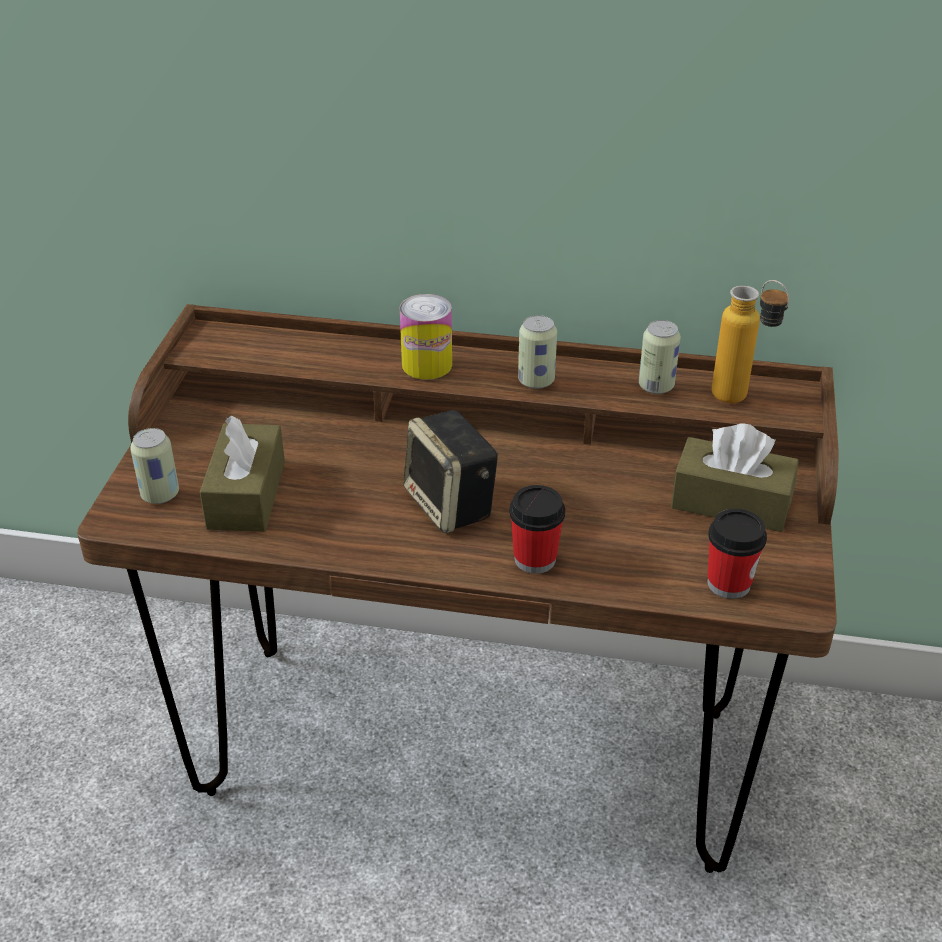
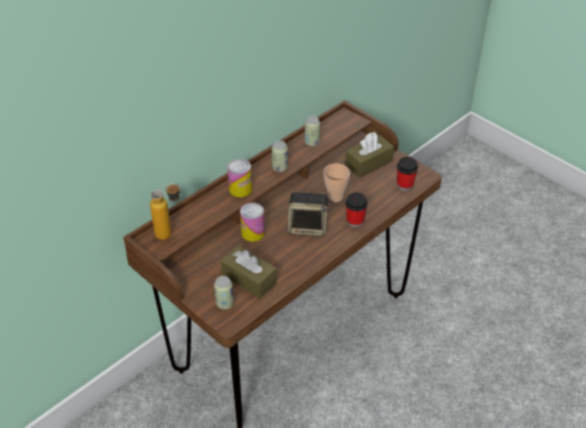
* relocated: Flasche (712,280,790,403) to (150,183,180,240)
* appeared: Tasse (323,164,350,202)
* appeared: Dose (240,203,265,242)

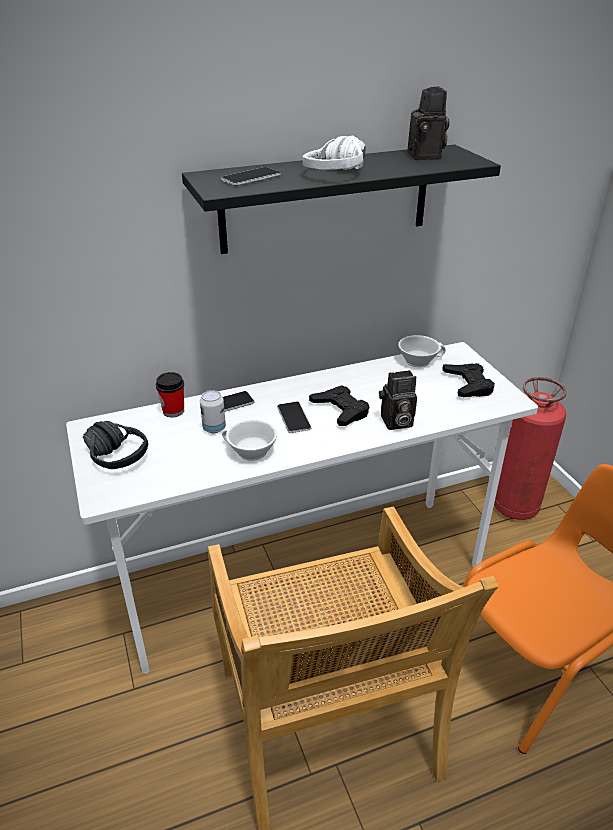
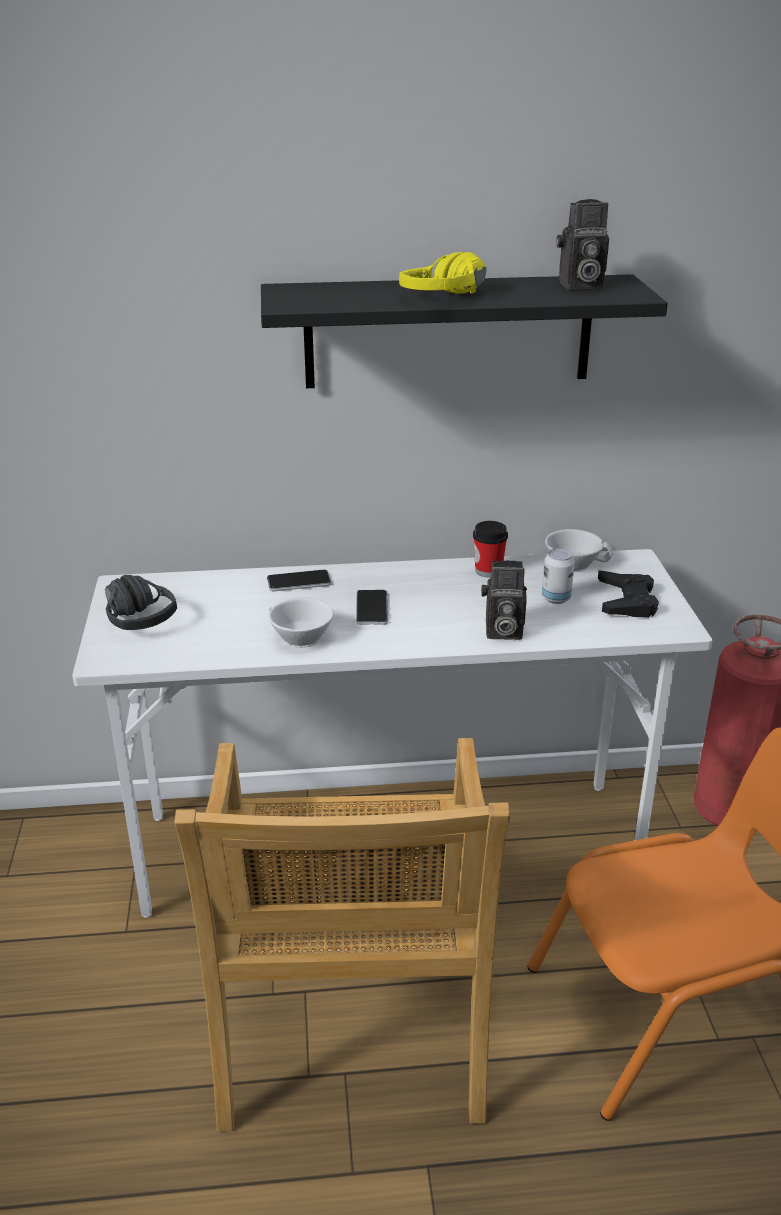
* spun: Kamera (408,86,450,160) = (557,199,609,290) 75 degrees clockwise
* colour: Kopfhörer (weiß) (303,136,365,170) to Kopfhörer (gelb) (399,252,487,294)
* missing: Handy (221,167,281,186)
* relocated: Tasse (156,372,184,418) to (473,521,508,577)
* missing: Gamepad (schwarz) (309,385,369,426)
* relocated: Dose (200,390,226,433) to (542,548,575,604)

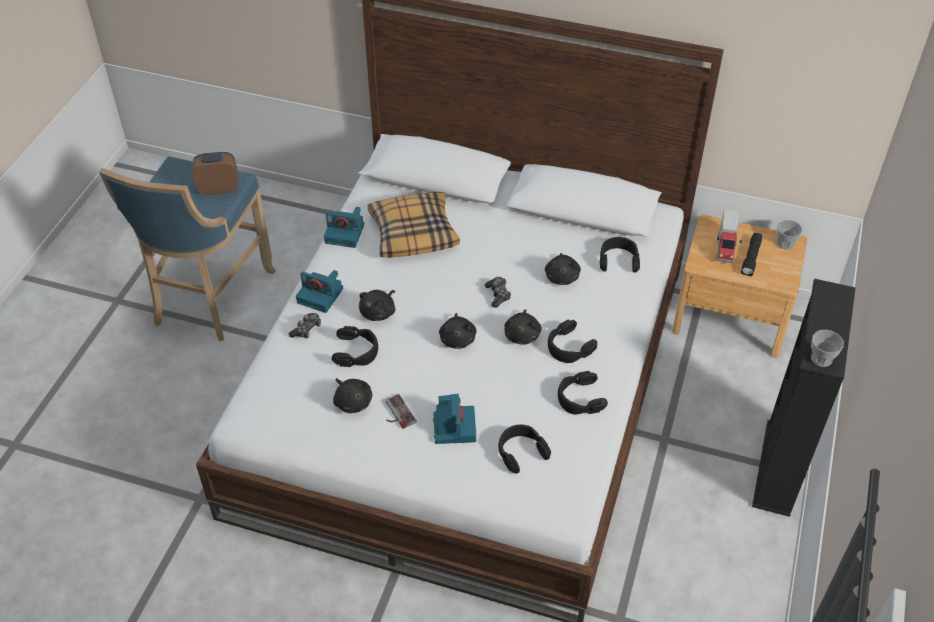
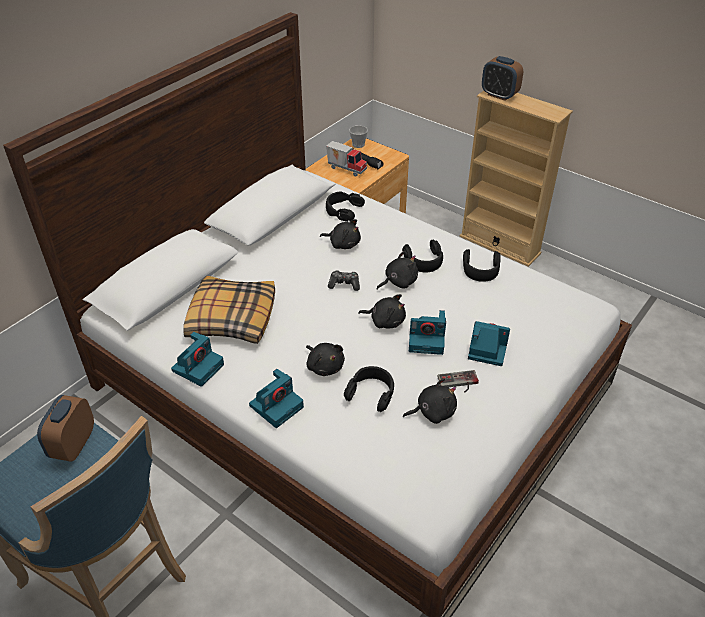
* colour: Bücherregal (schwarz) (752,279,856,517) to Bücherregal (beige) (459,91,573,267)
* spun: Plüschtier (schwarz) (504,309,542,345) = (376,251,418,290) 60 degrees counterclockwise
* missing: Gamepad (289,313,321,338)
* missing: Tasse (811,329,844,367)
* missing: Kopfhörer (schwarz) (498,425,551,474)
* appeared: Wecker (482,56,523,101)
* appeared: Kamera (409,310,446,355)

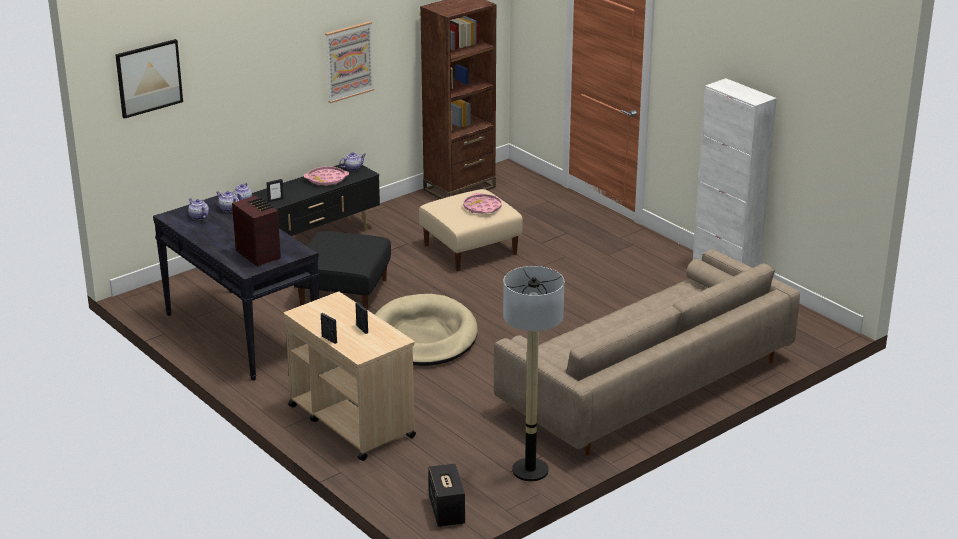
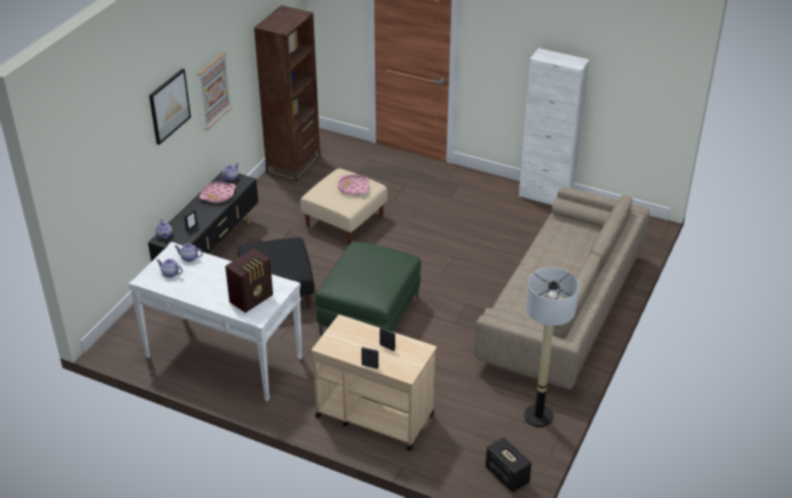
* relocated: Bild (115,39,183,119) to (149,69,191,145)
* colour: Konsolentisch (schwarz) (153,193,319,381) to Konsolentisch (weiß) (129,242,303,402)
* spun: Radio (232,196,281,266) = (225,249,273,313) 105 degrees clockwise
* exchanged: Hundebett (beige) (375,294,478,366) to Polsterhocker (grün) (316,241,421,335)

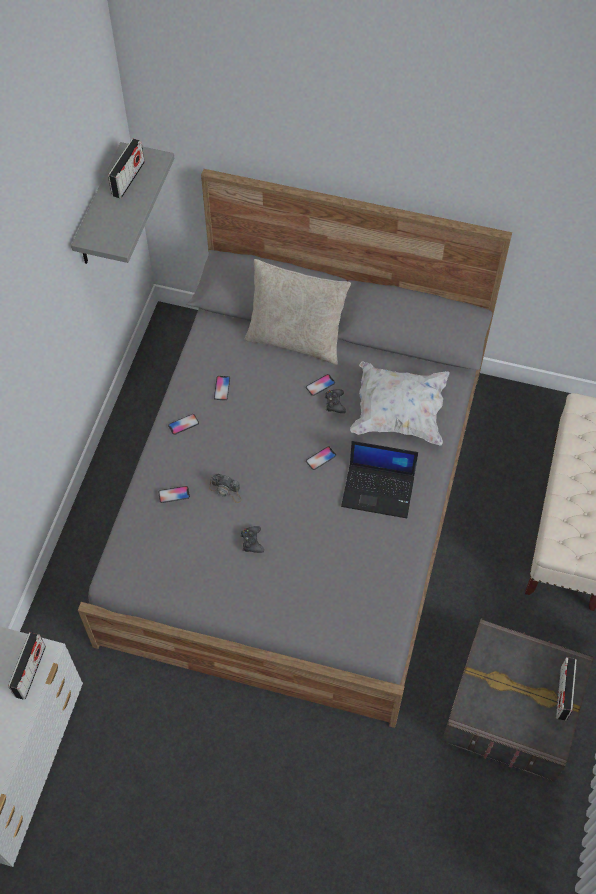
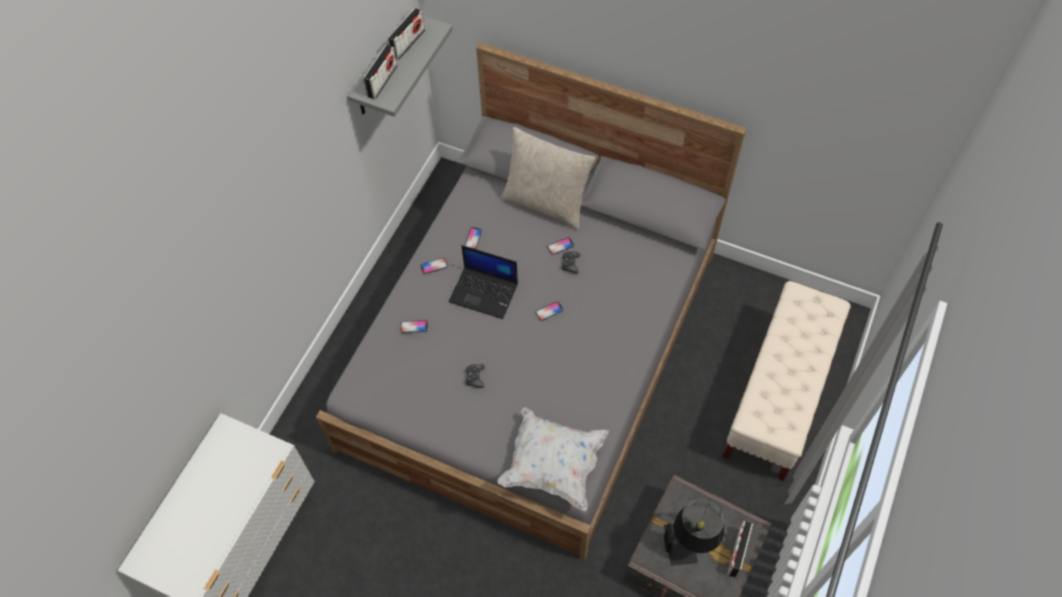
* relocated: Kissen (weiß) (350,361,449,446) to (497,408,609,511)
* relocated: Laptop (341,441,418,518) to (449,245,518,319)
* missing: Kamera (209,473,242,503)
* relocated: Radio (8,632,46,700) to (363,45,397,99)
* appeared: Tischlampe (schwarz) (664,498,725,566)

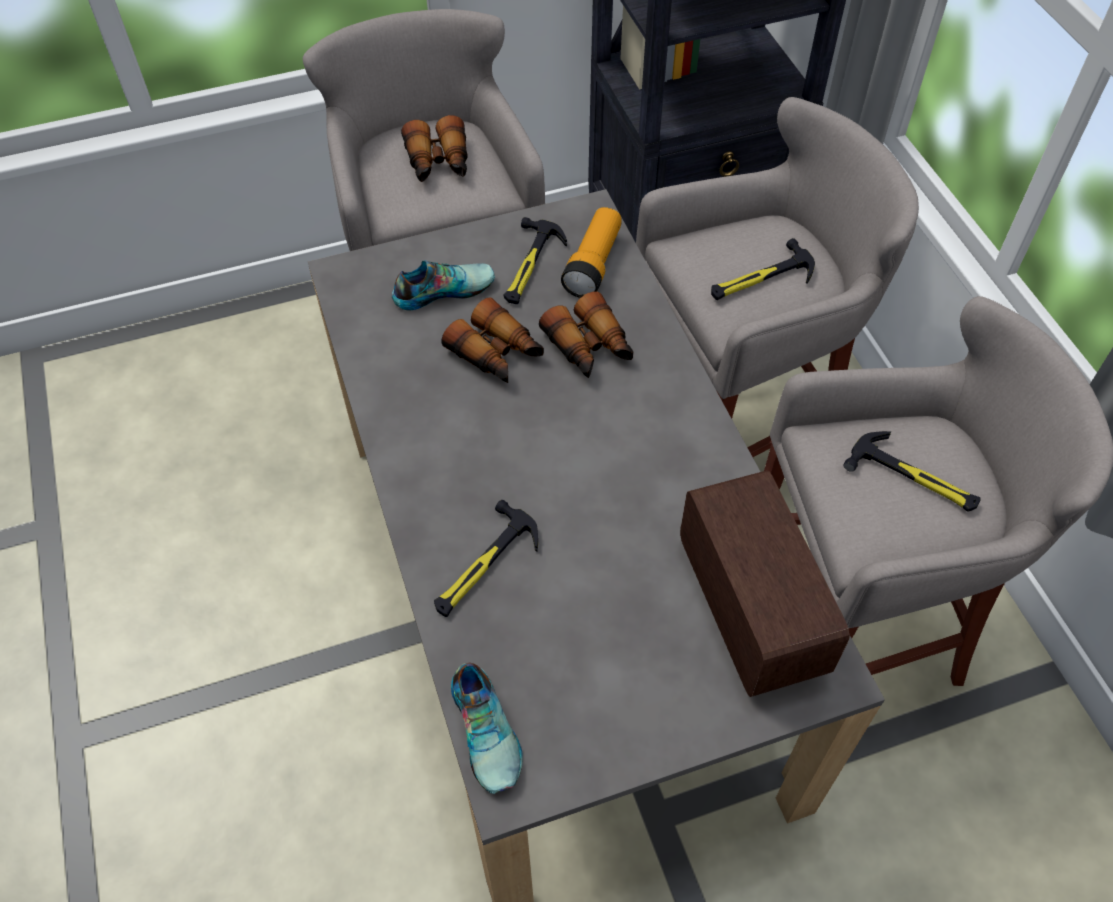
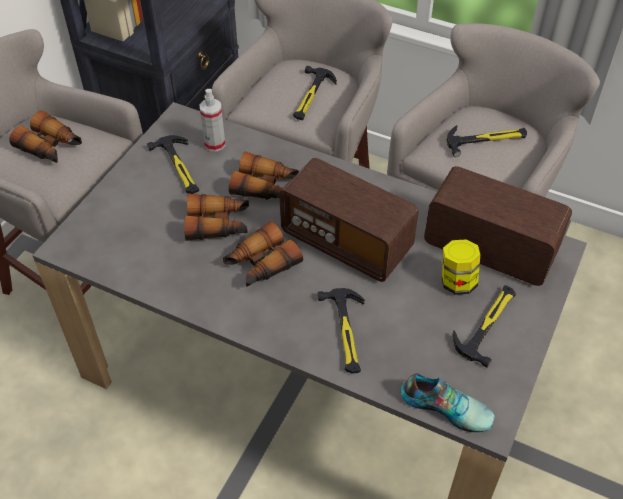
* exchanged: Taschenlampe (561,207,622,298) to Sprühflasche (199,89,225,152)
* missing: Schuh (392,260,495,310)
* appeared: Radio (279,158,419,282)
* appeared: Fernglas (223,221,303,287)
* appeared: Vorratsglas (442,239,480,295)
* appeared: Hammer (452,285,516,368)

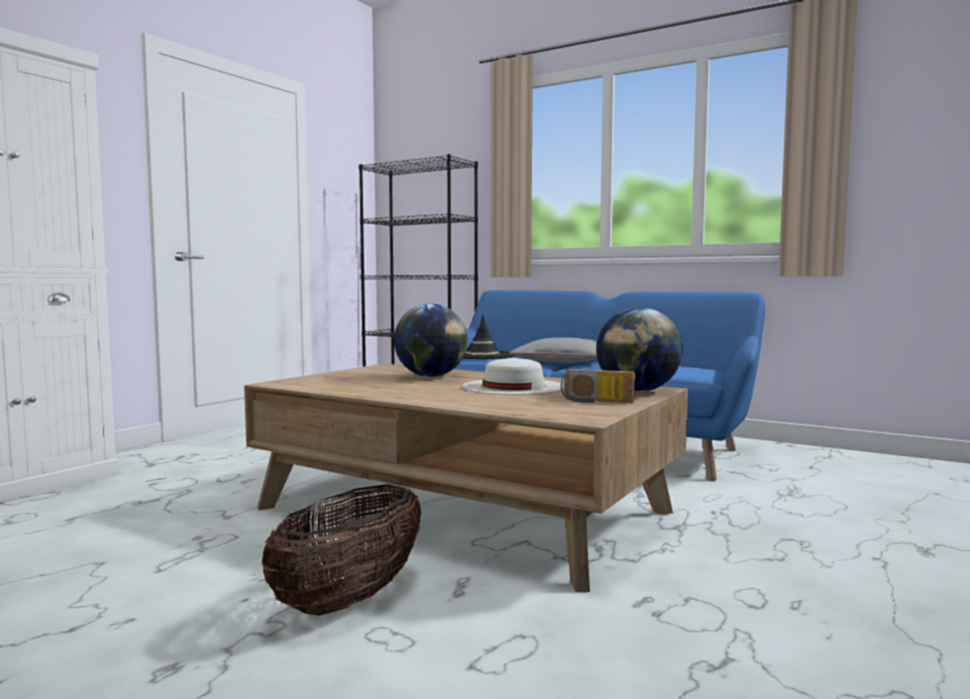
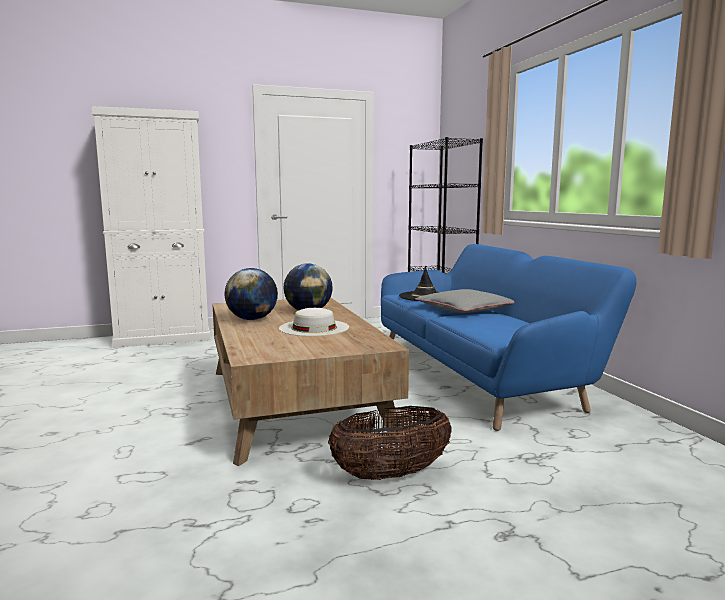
* relocated: Globus (596,307,683,392) to (225,268,278,320)
* missing: Radio (561,369,635,403)
* relocated: Korb (261,484,421,616) to (328,406,452,480)

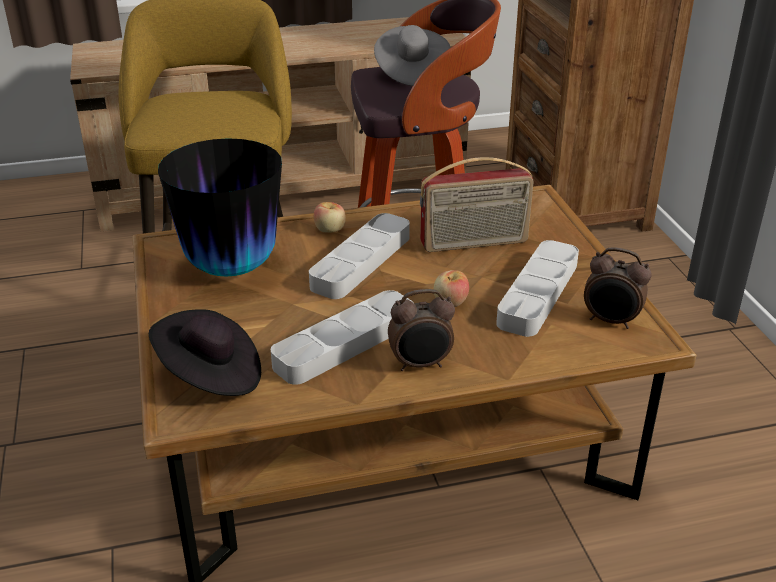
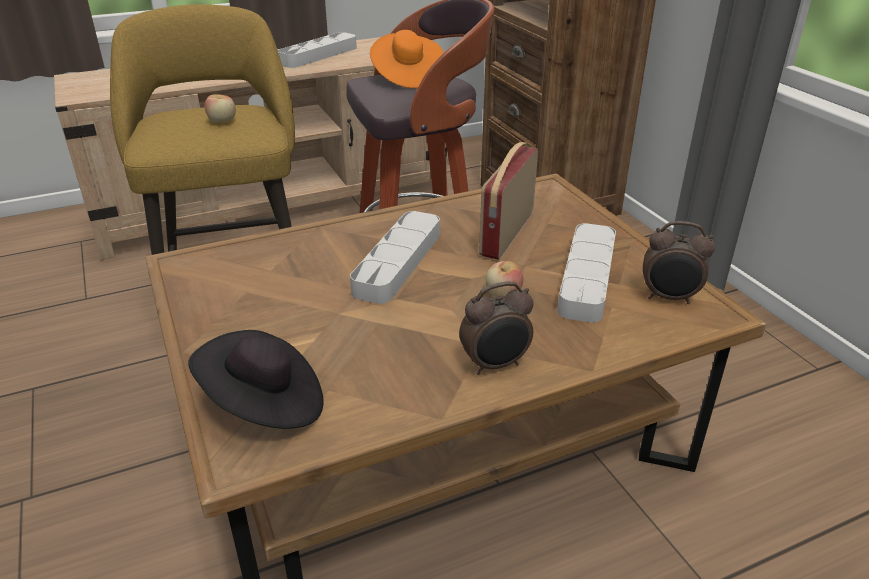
* colour: Hut (grau) (374,25,451,86) to Hut (orange) (370,30,444,88)
* missing: Vase (158,138,282,277)
* spun: Radio (420,157,534,252) = (479,142,538,260) 135 degrees clockwise
* relocated: Apfel (314,202,346,233) to (205,94,236,123)
* relocated: Tablett (grau) (271,290,414,385) to (278,32,357,68)

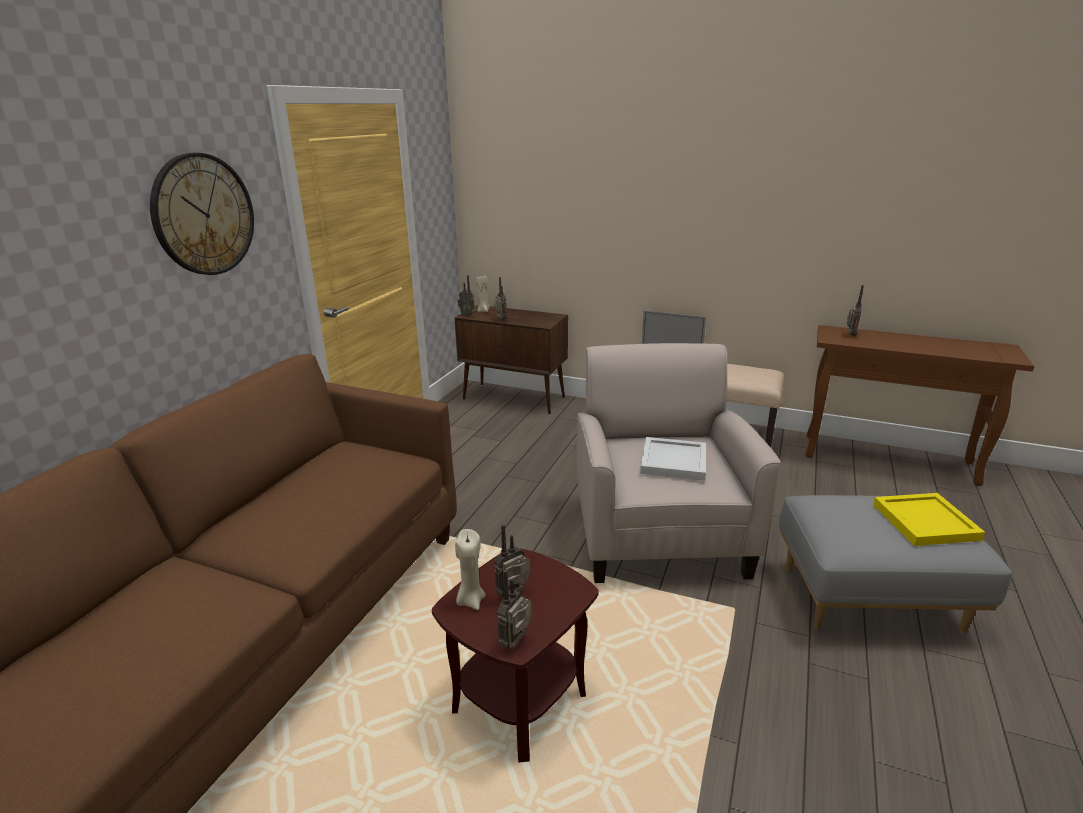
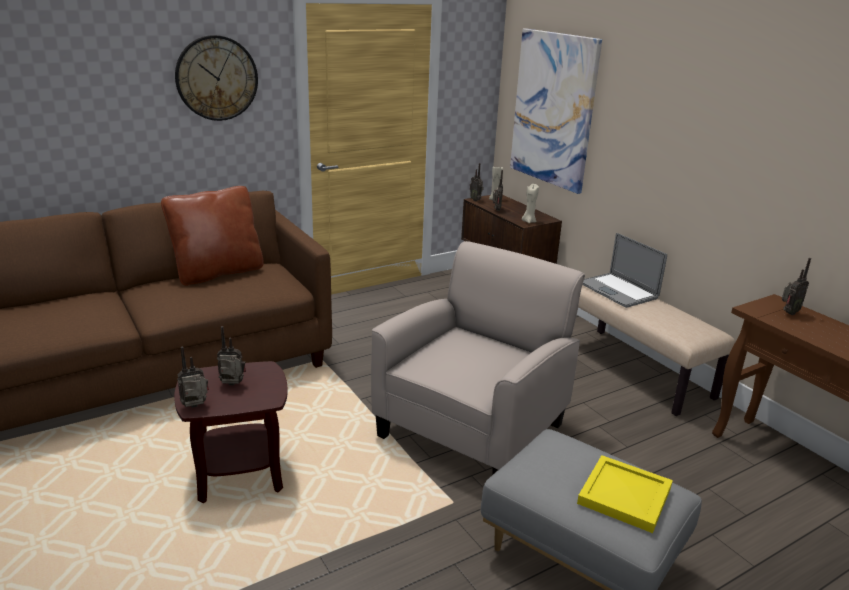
* missing: Tablett (weiß) (640,437,706,481)
* relocated: Kerze (beige) (455,529,486,610) to (522,184,539,223)
* appeared: Bild (510,29,602,194)
* appeared: Kissen (braun) (161,186,264,286)

